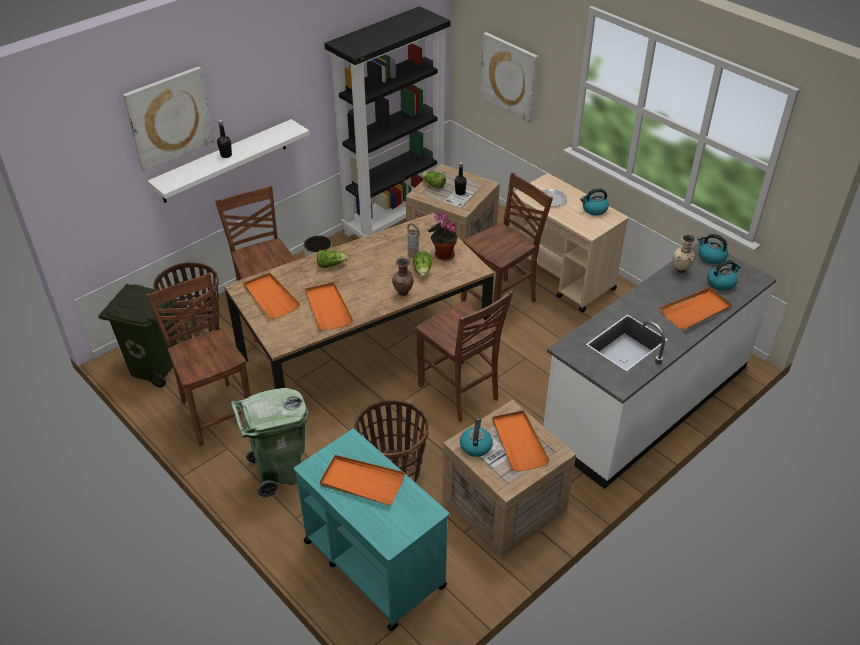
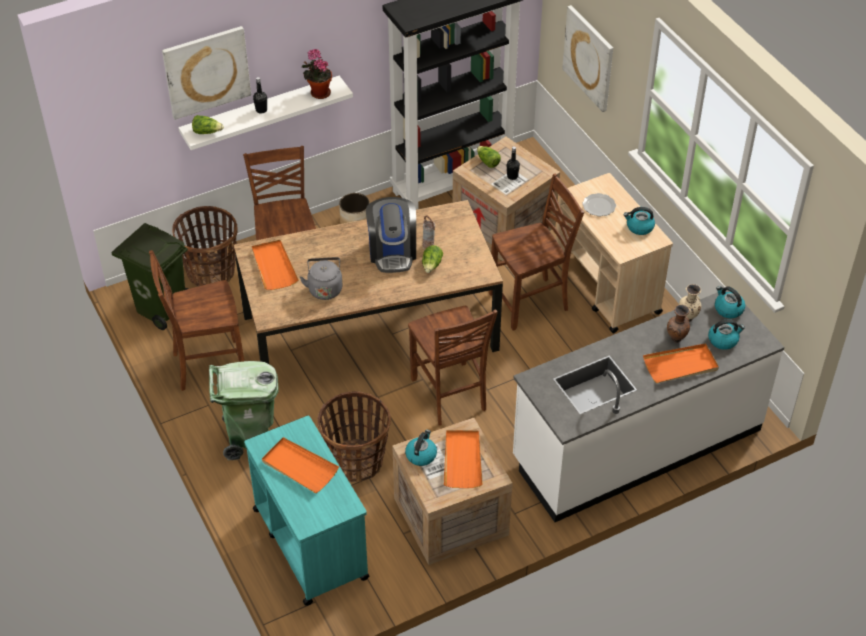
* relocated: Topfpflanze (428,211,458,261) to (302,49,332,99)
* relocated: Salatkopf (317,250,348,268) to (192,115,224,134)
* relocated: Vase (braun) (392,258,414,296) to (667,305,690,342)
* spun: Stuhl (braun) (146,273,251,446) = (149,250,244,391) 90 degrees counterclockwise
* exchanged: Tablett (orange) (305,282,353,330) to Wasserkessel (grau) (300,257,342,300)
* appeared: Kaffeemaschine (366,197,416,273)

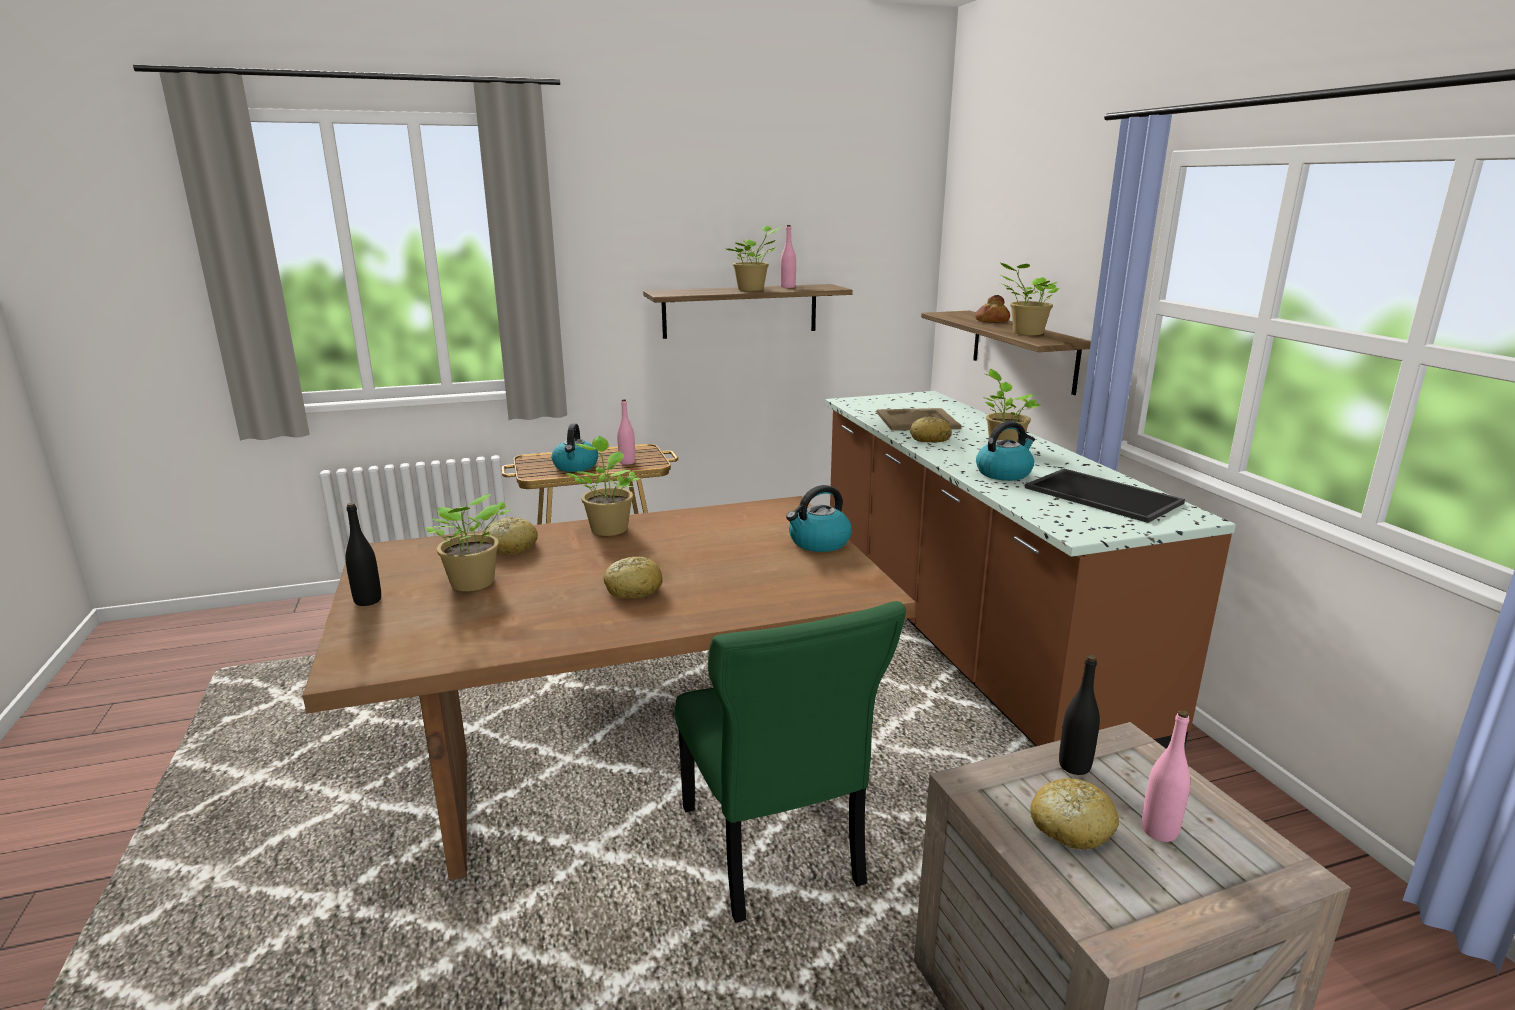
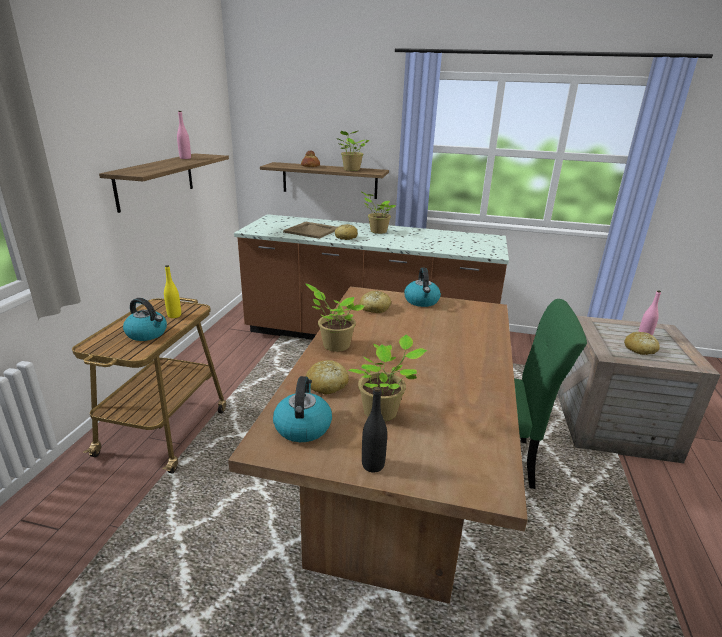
* missing: Topfpflanze (726,225,781,291)
* colour: Flasche (rosa) (617,399,635,465) to Flasche (gelb) (164,265,181,318)
* relocated: Wasserkessel (976,421,1035,481) to (273,376,332,442)
* missing: Tablett (1025,469,1185,523)
* relocated: Brot (603,556,663,599) to (360,291,391,313)
* missing: Flasche (schwarz) (1059,655,1100,775)

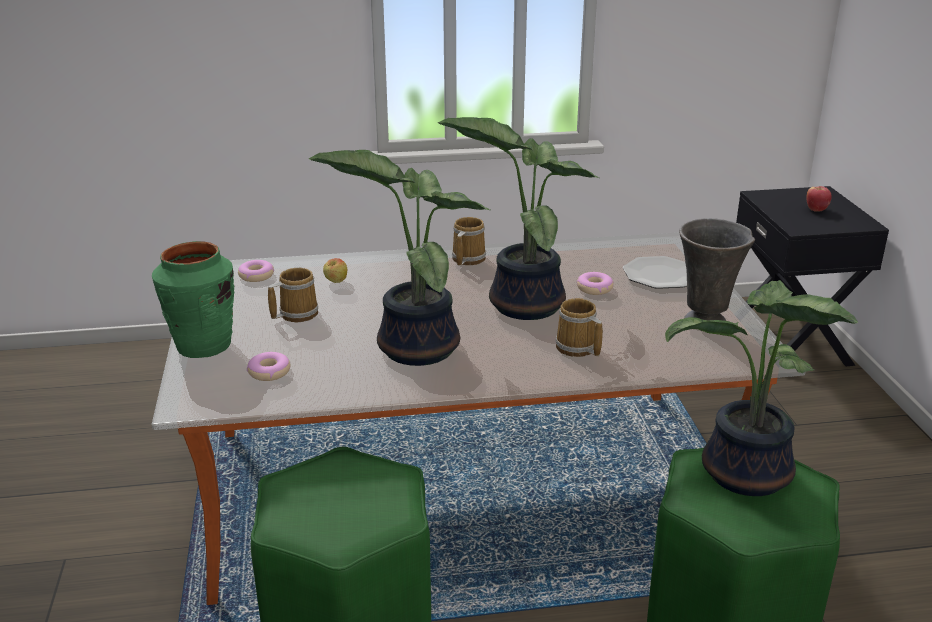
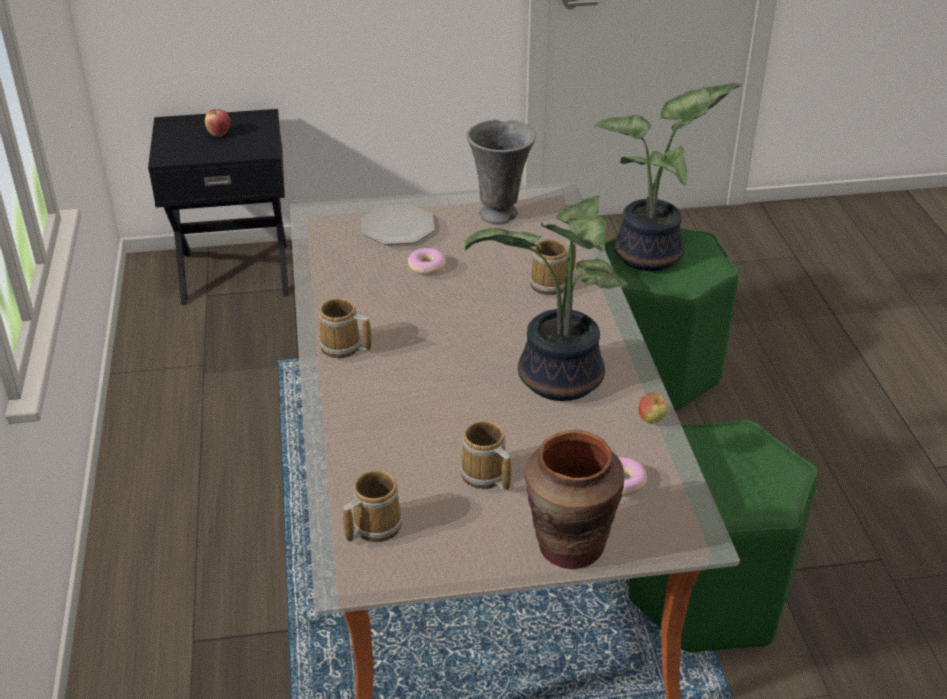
* missing: Topfpflanze (438,117,599,320)
* colour: Vase (grün) (152,241,235,358) to Vase (braun) (525,430,624,569)
* relocated: Apfel (323,258,347,283) to (639,392,668,424)
* exchanged: Donut (238,260,274,282) to Henkelbecher (343,470,402,542)

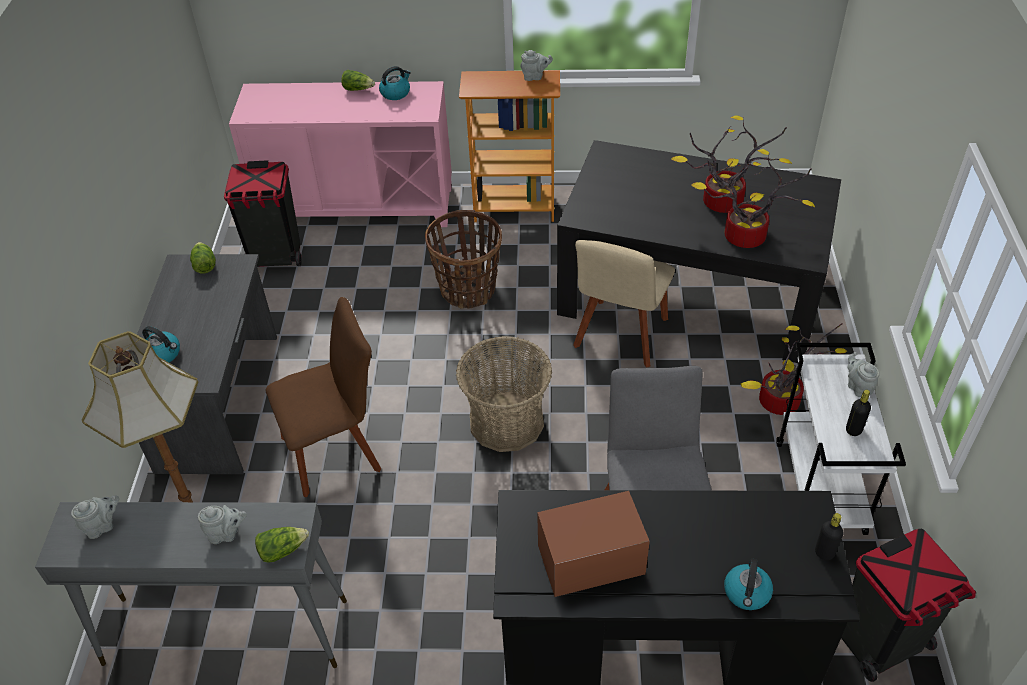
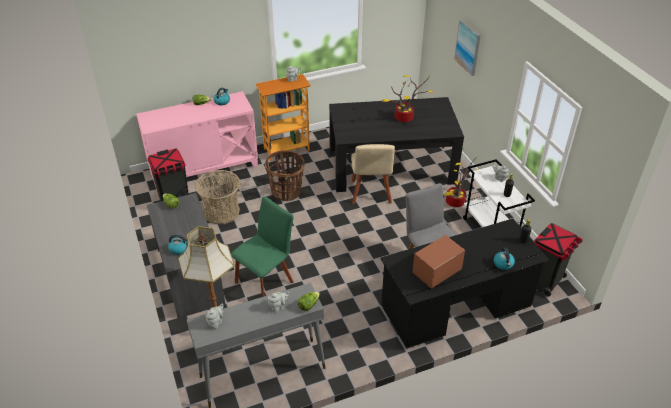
* missing: Topfpflanze (691,149,815,248)
* colour: Stuhl (braun) (265,297,381,497) to Stuhl (grün) (231,197,294,297)
* relocated: Korb (456,336,552,452) to (195,170,240,224)
* appeared: Bild (454,19,481,76)

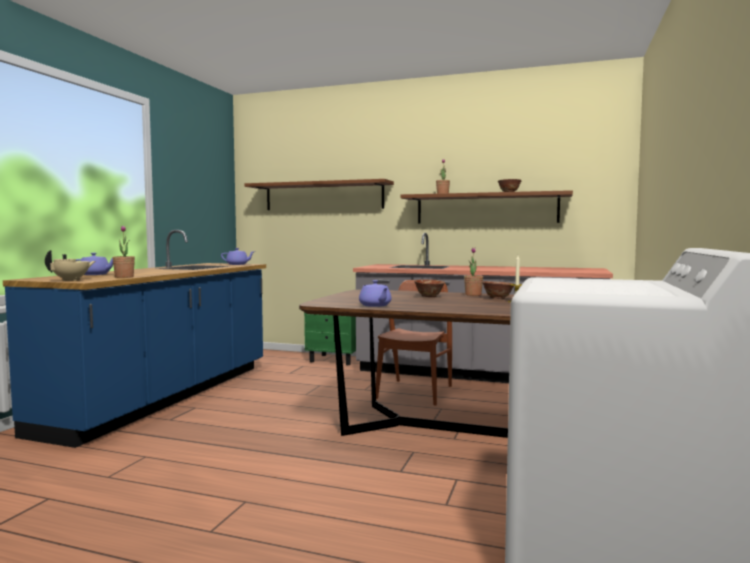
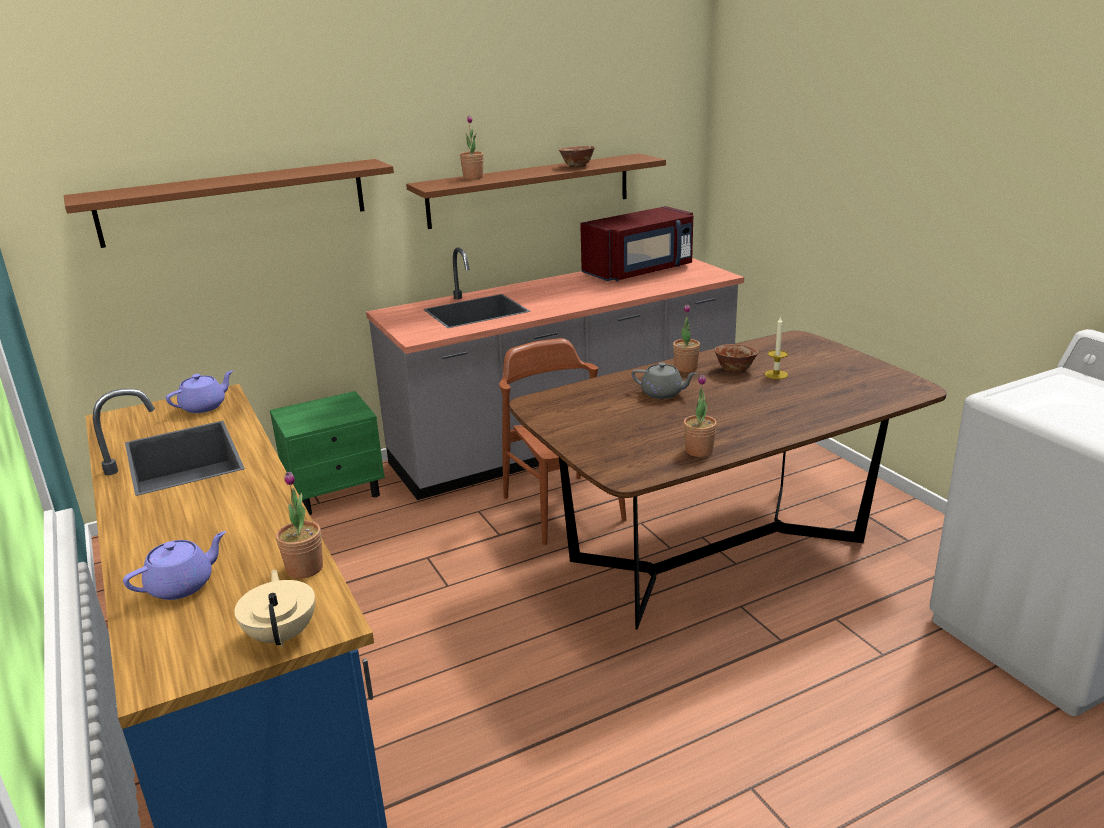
* exchanged: Schüssel (415,279,445,297) to Teekanne (grau) (632,362,698,399)
* exchanged: Teekanne (lila) (359,280,392,307) to Topfpflanze (683,375,717,457)
* appeared: Mikrowelle (rot) (580,206,693,281)

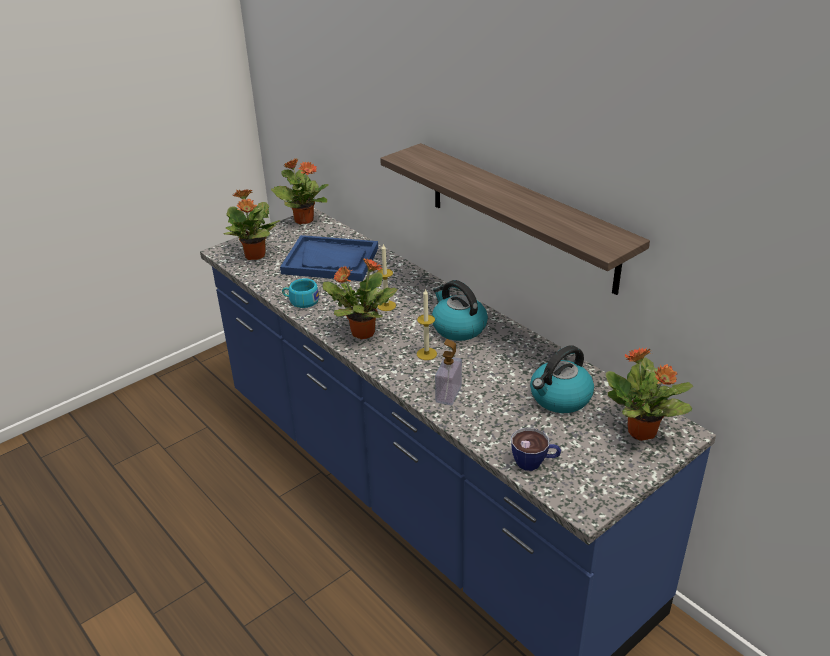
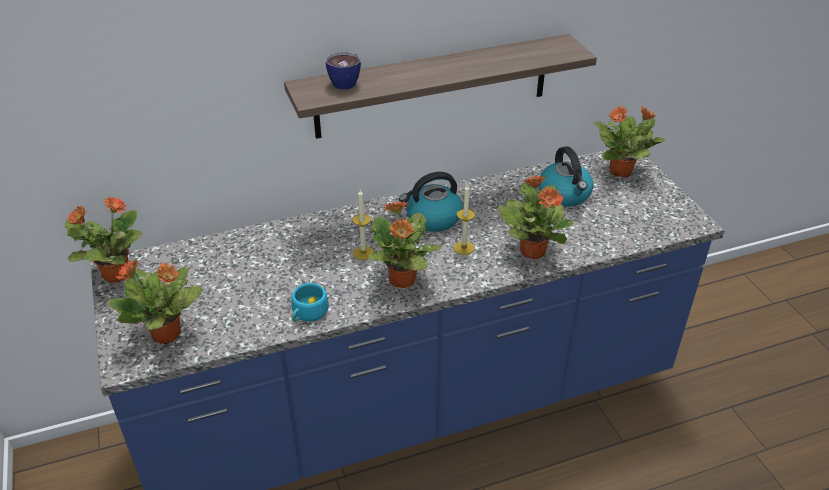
* missing: Tablett (blau) (280,235,378,281)
* exchanged: Seifenspender (435,339,462,405) to Topfpflanze (498,175,574,259)
* relocated: Tasse (511,427,561,471) to (325,52,361,89)

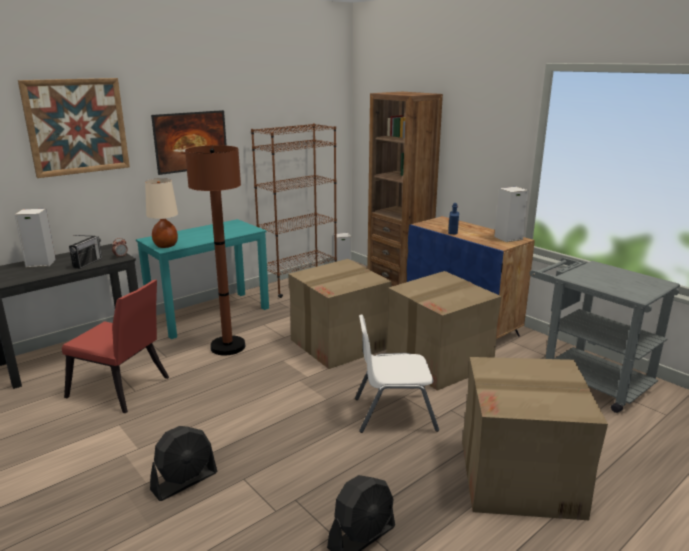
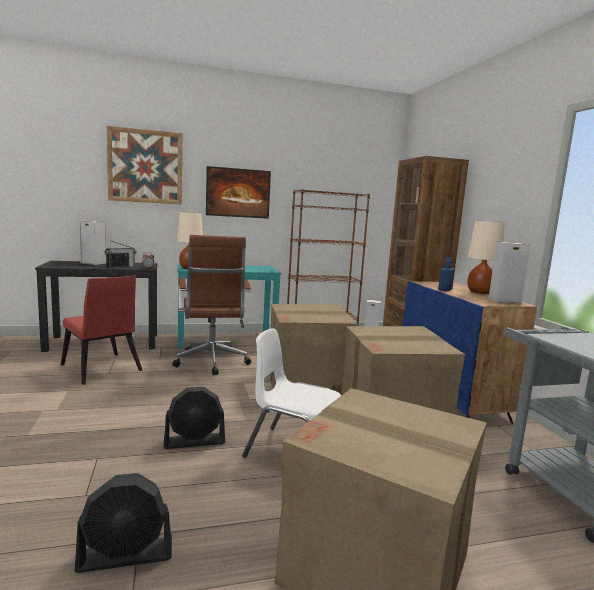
* exchanged: Stehlampe (braun) (185,145,245,356) to Bürostuhl (braun) (172,235,251,375)
* relocated: Ventilator (schwarz) (150,426,217,501) to (164,387,225,449)
* appeared: Tischlampe (beige) (467,220,505,294)

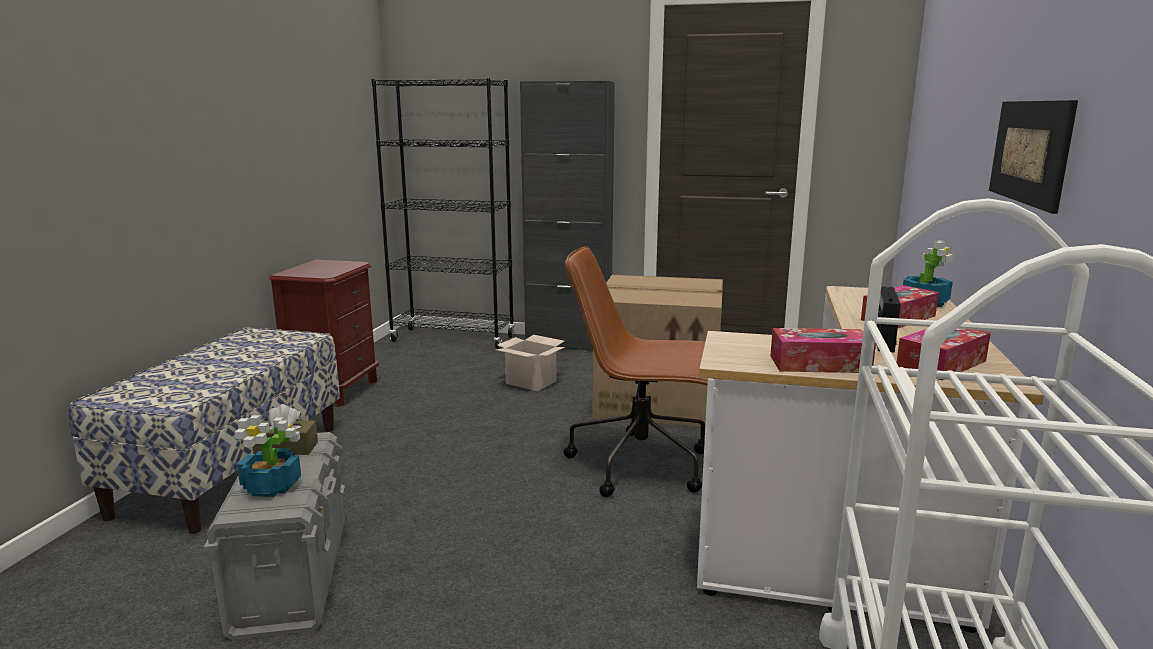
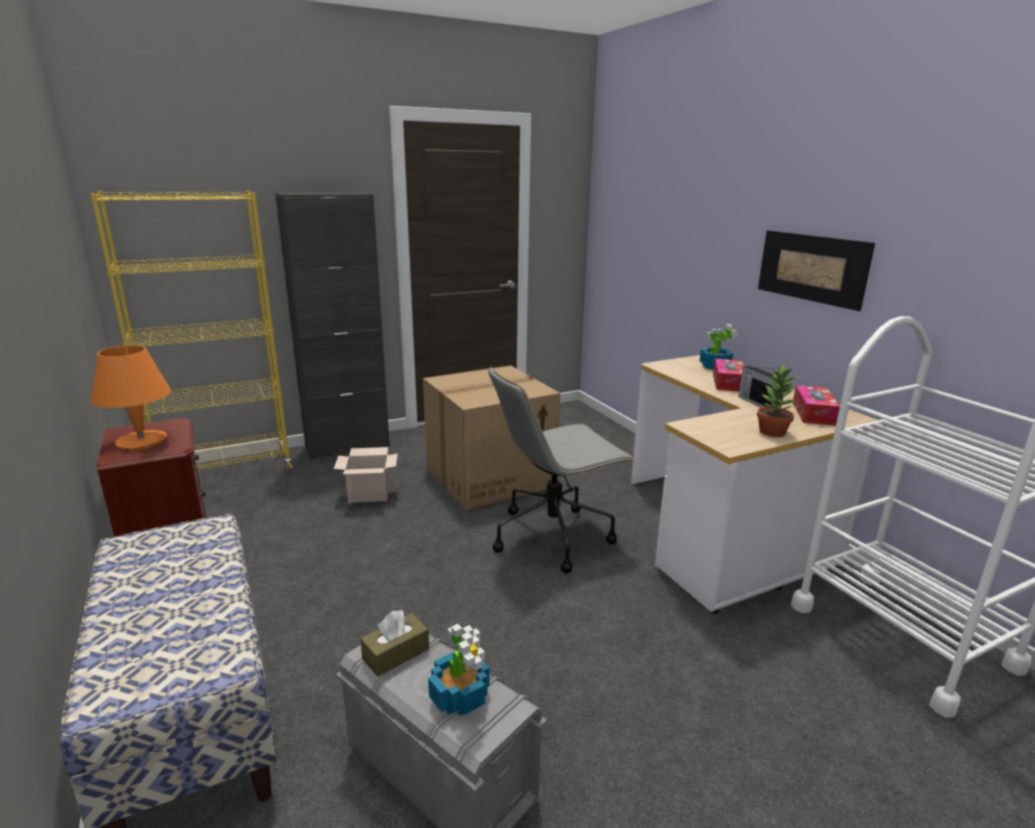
* colour: Bücherregal (schwarz) (371,78,515,349) to Bücherregal (gelb) (90,190,292,470)
* colour: Bürostuhl (braun) (564,246,708,497) to Bürostuhl (grau) (488,366,635,573)
* exchanged: Taschentuchbox (770,328,876,373) to Topfpflanze (757,365,798,437)
* appeared: Tischlampe (orange) (91,345,171,451)

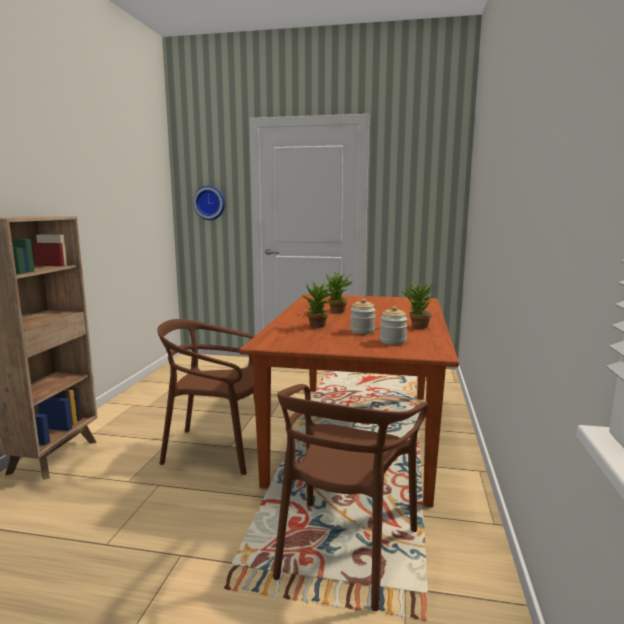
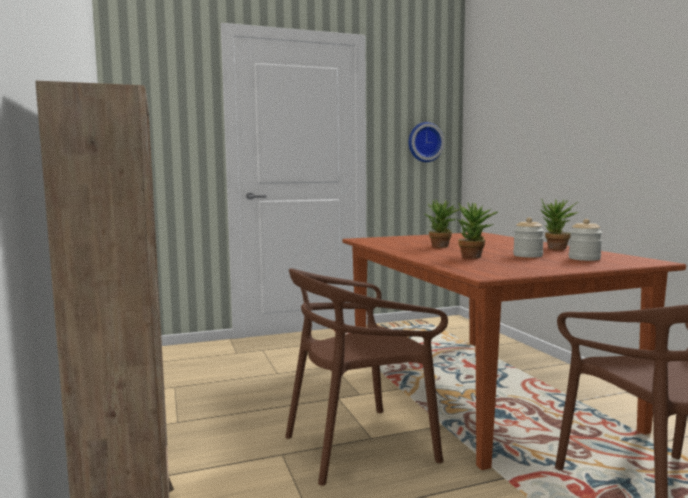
* relocated: Wanduhr (193,186,225,220) to (409,122,444,162)

